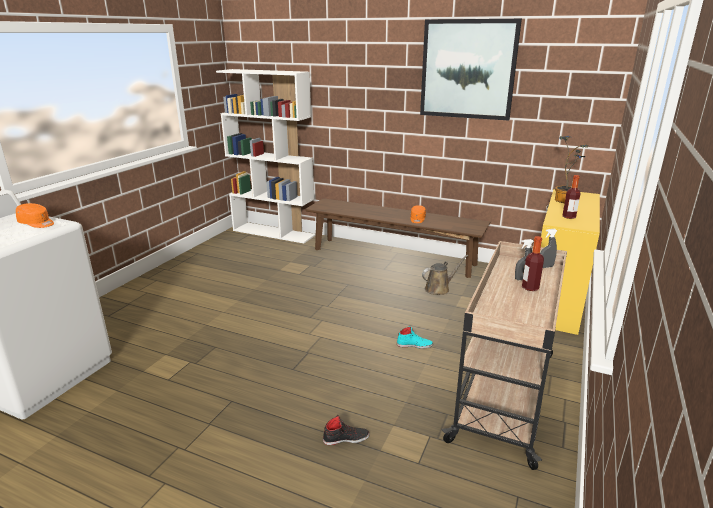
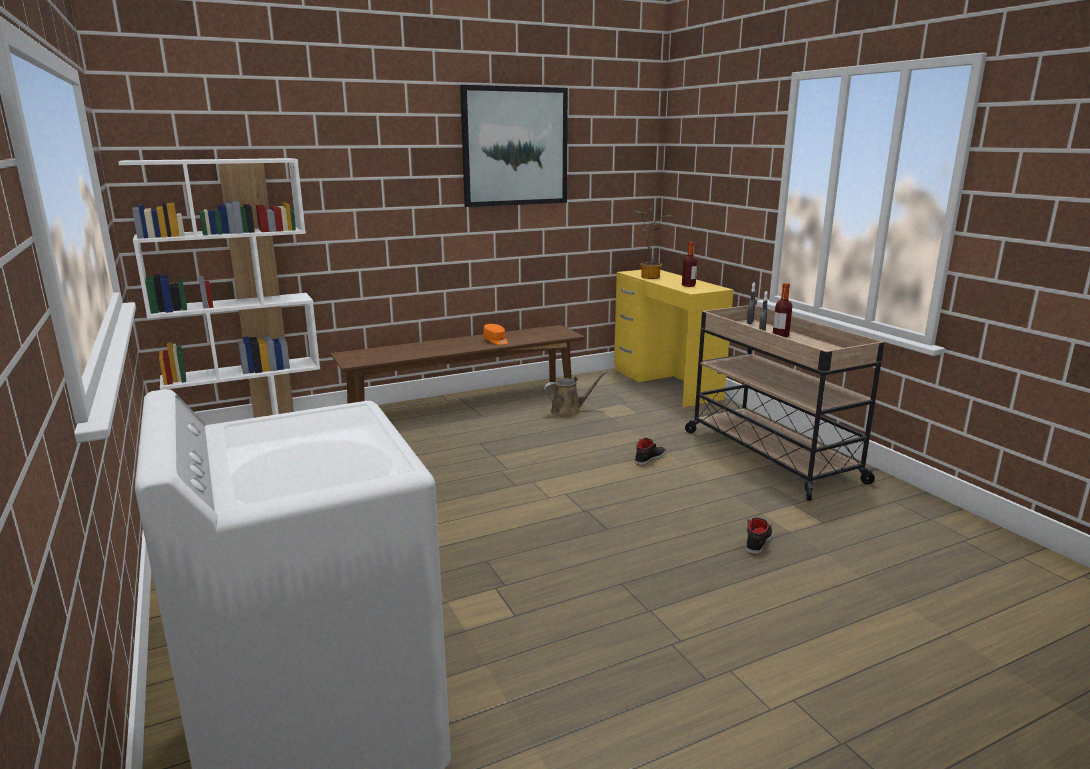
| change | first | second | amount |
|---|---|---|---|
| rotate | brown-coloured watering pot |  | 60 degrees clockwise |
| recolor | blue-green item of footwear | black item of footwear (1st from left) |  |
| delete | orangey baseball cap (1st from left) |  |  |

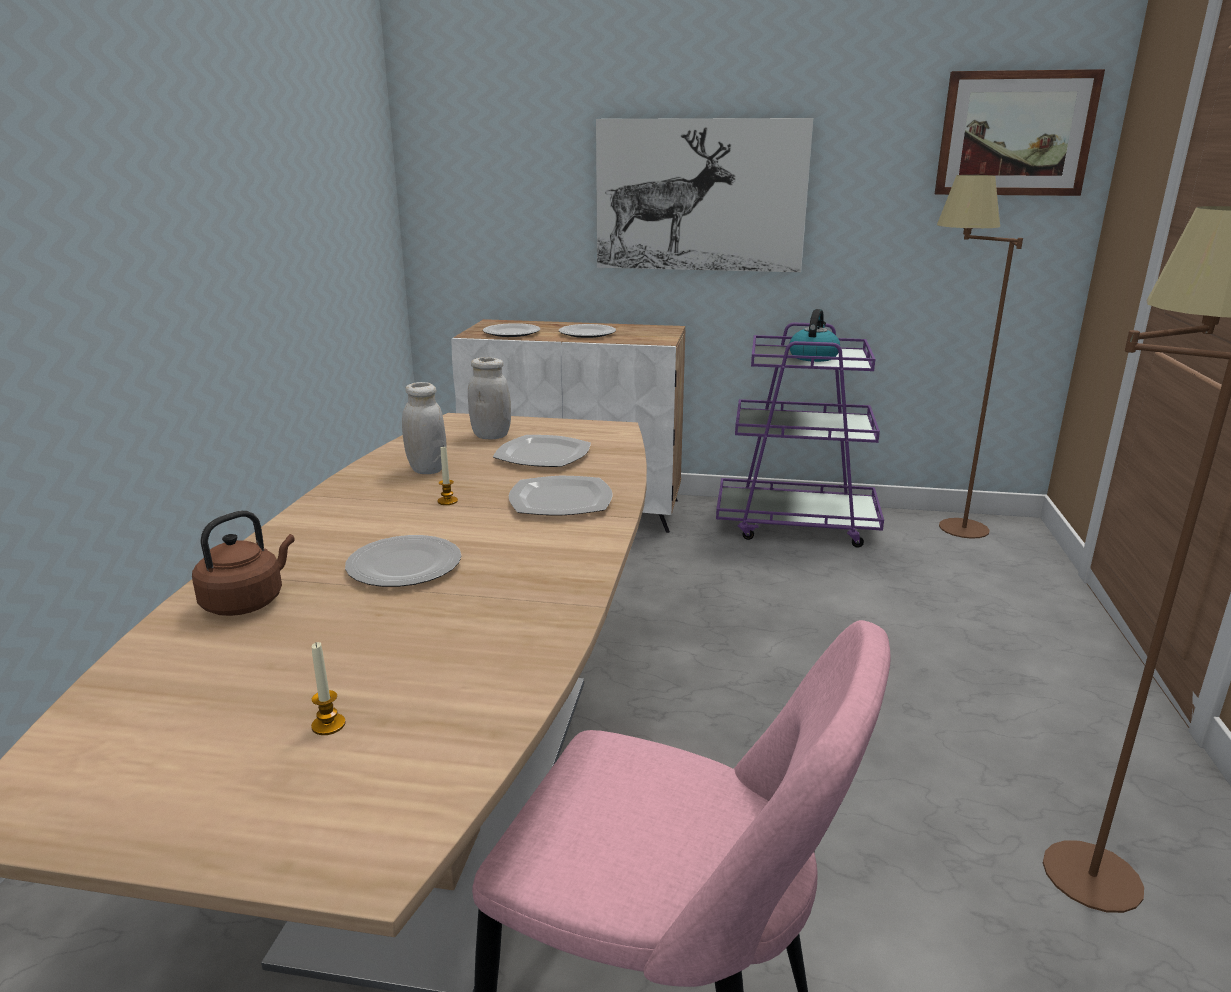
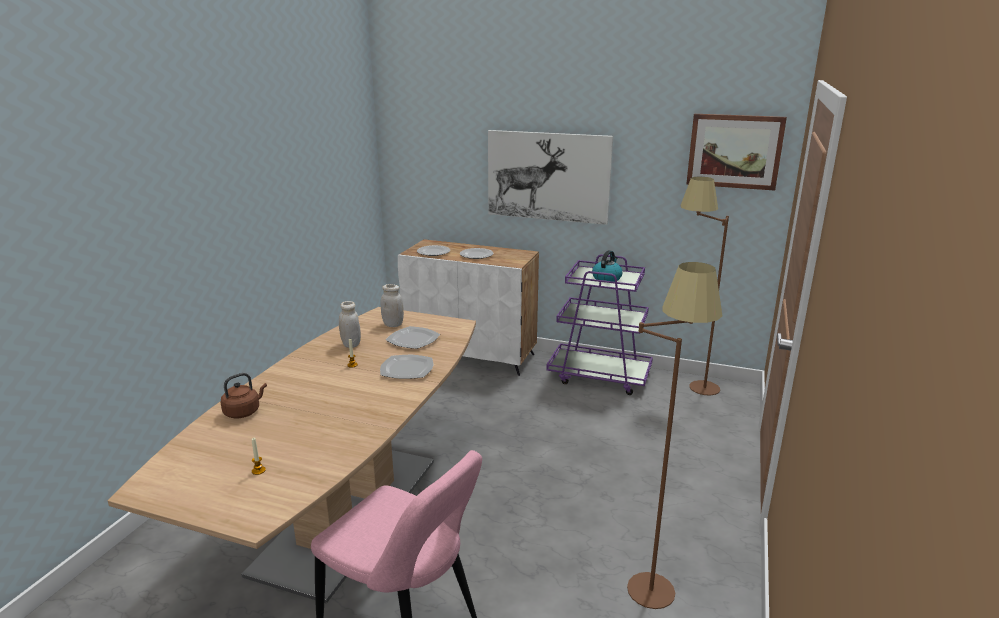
| change | first | second | amount |
|---|---|---|---|
| delete | flat dish (1st from left) |  |  |

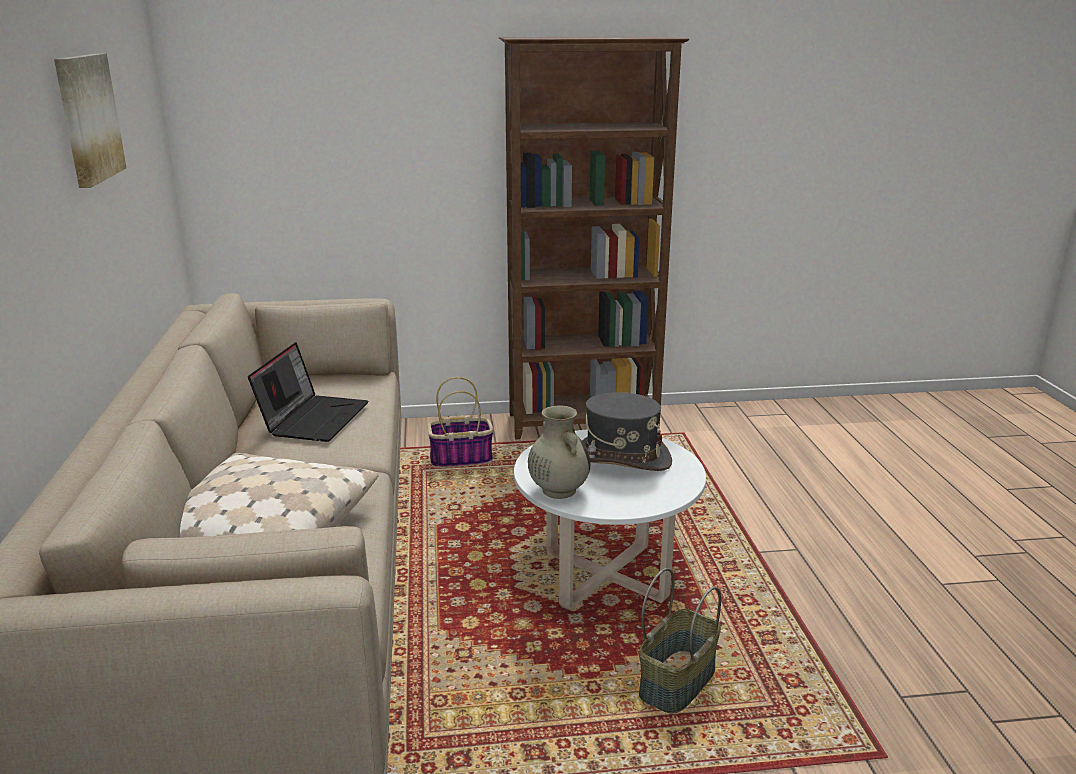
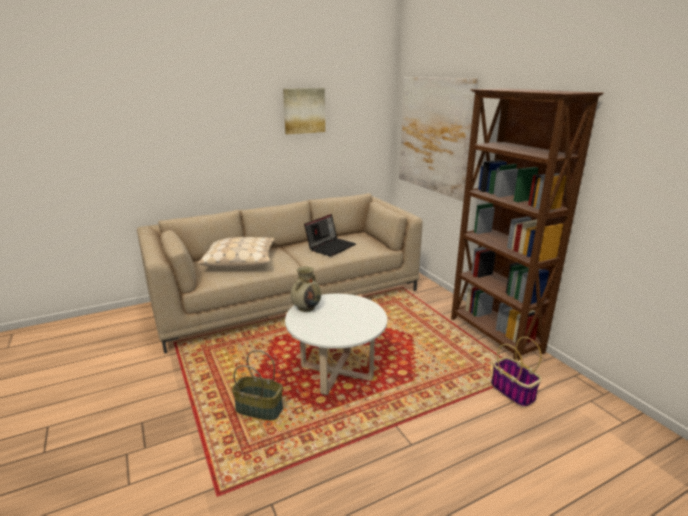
| change | first | second | amount |
|---|---|---|---|
| rotate | notebook computer |  | 45 degrees counterclockwise |
| insert |  | picture (2nd from left) |  |
| move | household basket (1st from left in the first image) | household basket (2nd from left) |  |
| delete | gray clothing hat |  |  |

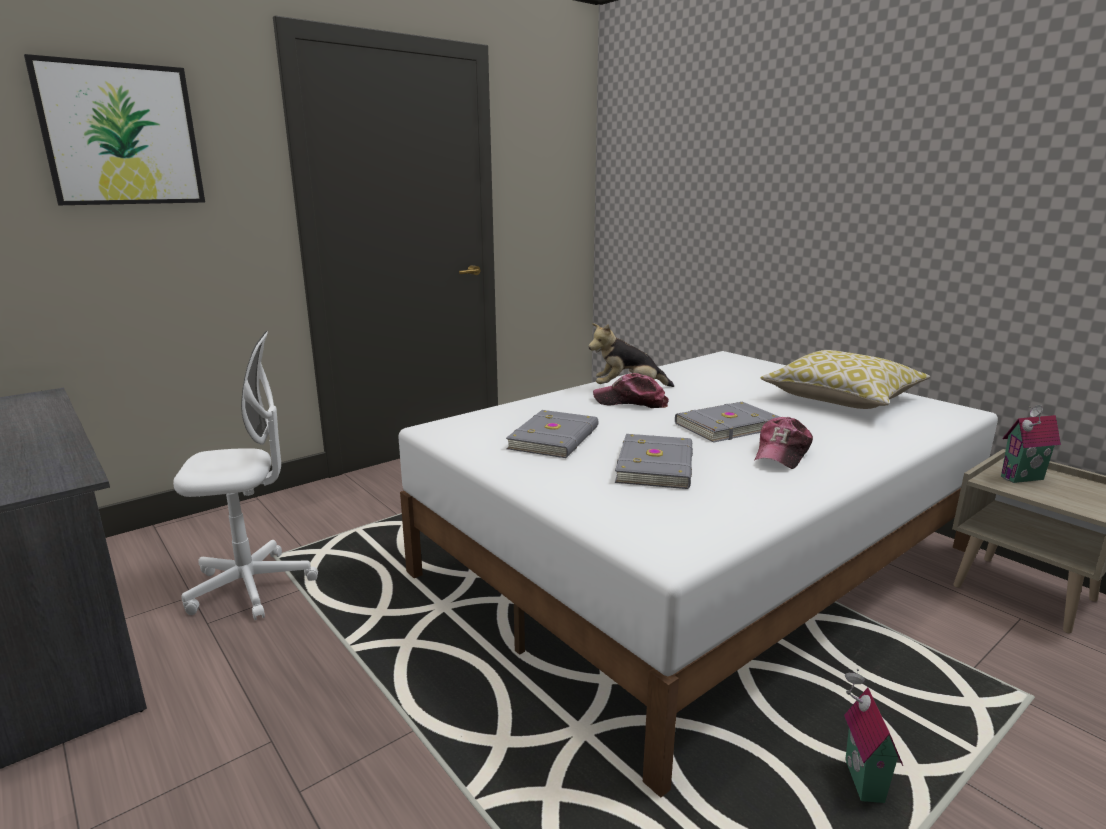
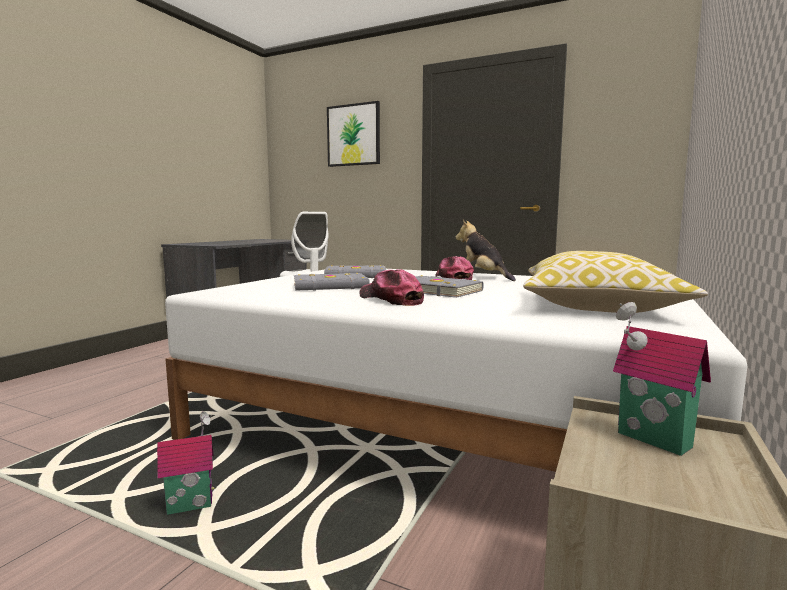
| change | first | second | amount |
|---|---|---|---|
| rotate | baseball cap (2nd from left in the first image) | baseball cap (1st from left) | 45 degrees clockwise |

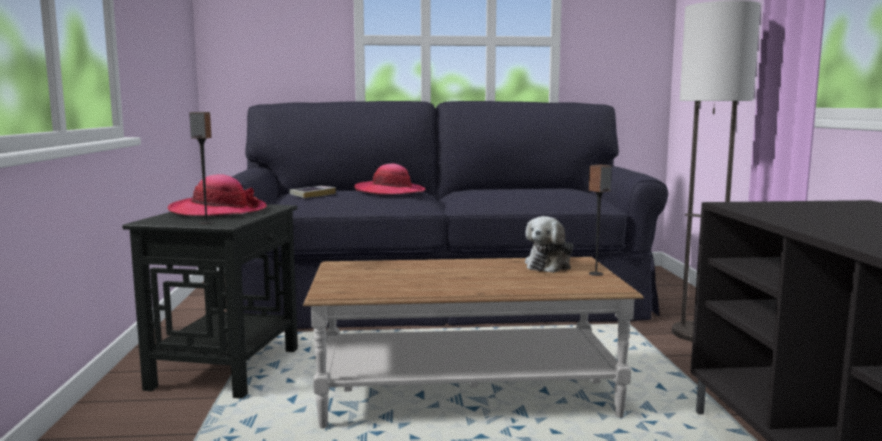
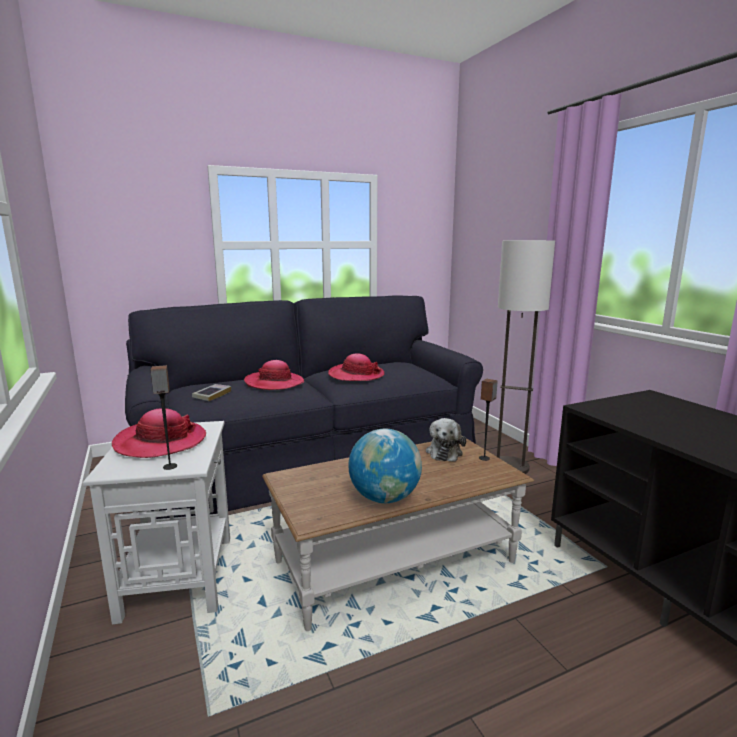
| change | first | second | amount |
|---|---|---|---|
| recolor | black accent table | whitish accent table |  |
| insert |  | clothing hat (3rd from left) |  |
| insert |  | globe |  |

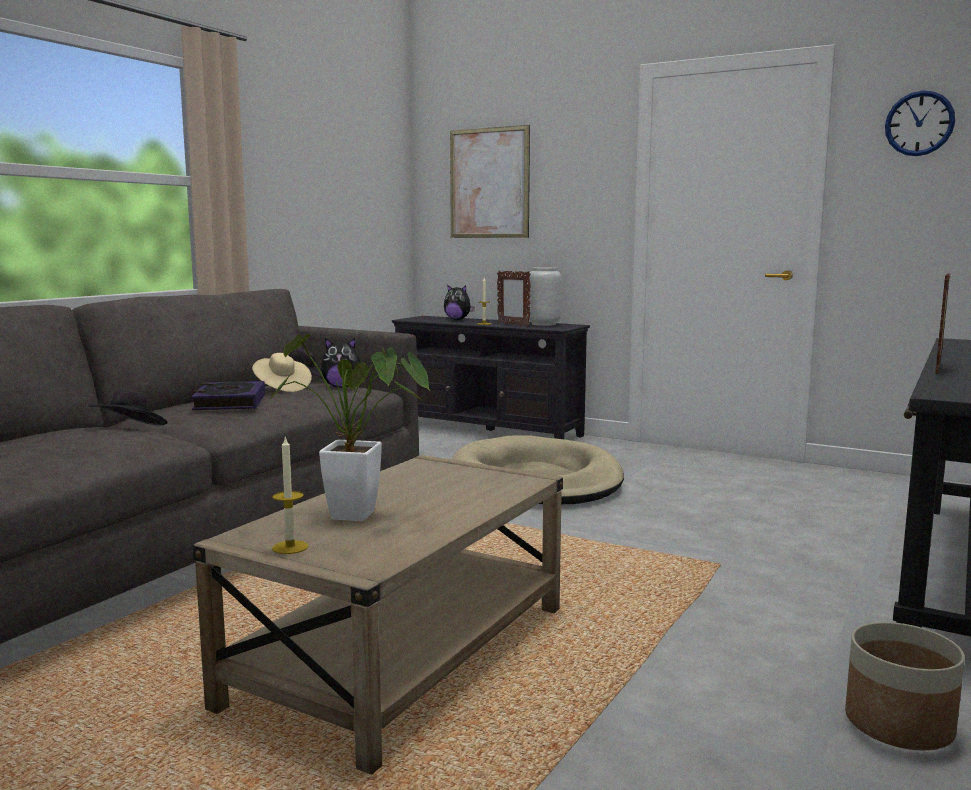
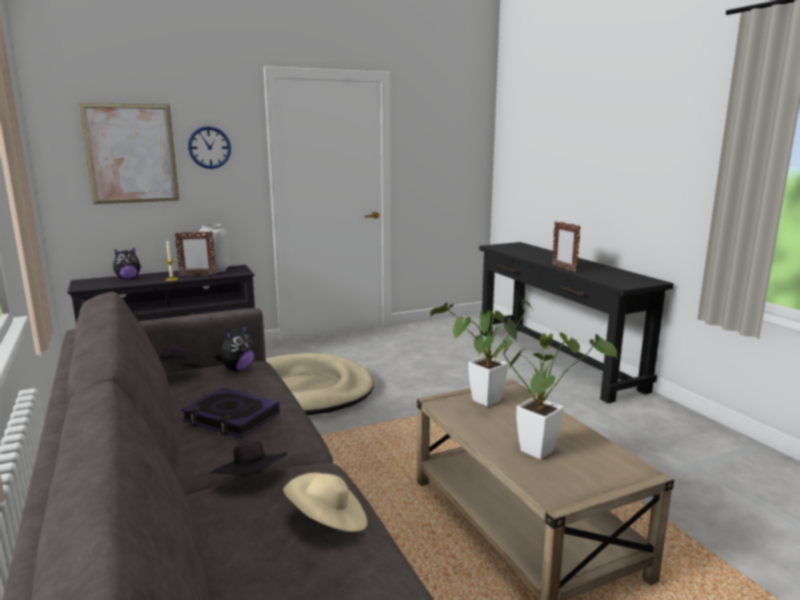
| change | first | second | amount |
|---|---|---|---|
| move | clock on the wall |  |  |
| move | beige clothing hat |  |  |
| insert |  | houseplant (1st from left) |  |
| delete | wax candle (1st from left) |  |  |
| delete | plant pot |  |  |

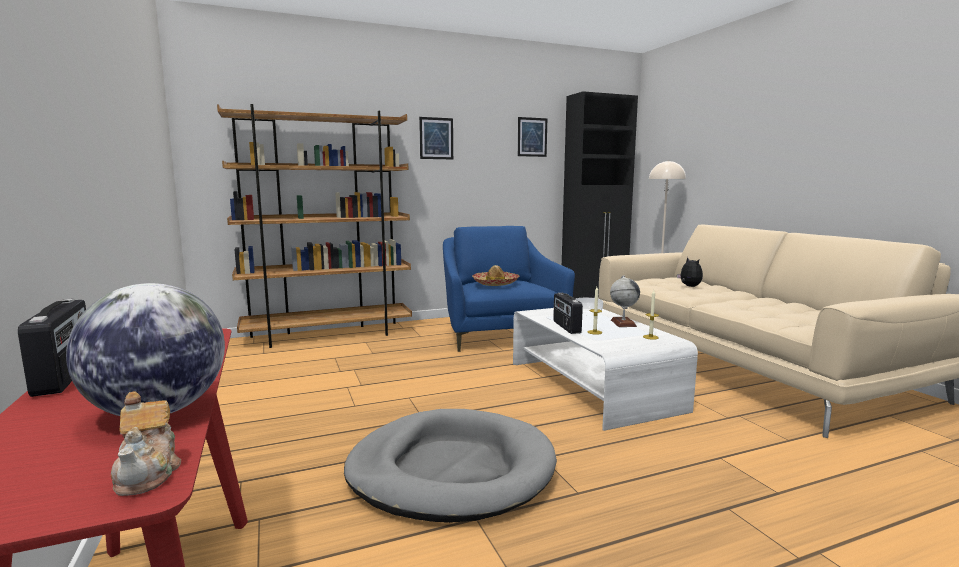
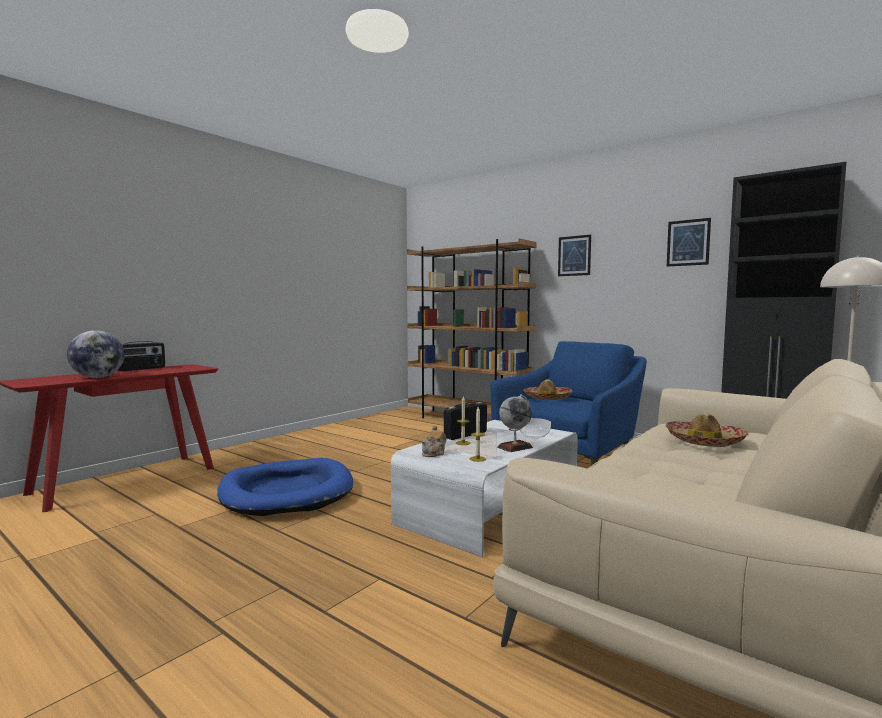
| change | first | second | amount |
|---|---|---|---|
| recolor | gray dog cushion | blue dog cushion |  |
| move | pot for tea |  |  |
| replace | cuddly toy | clothing hat (2nd from left) |  |

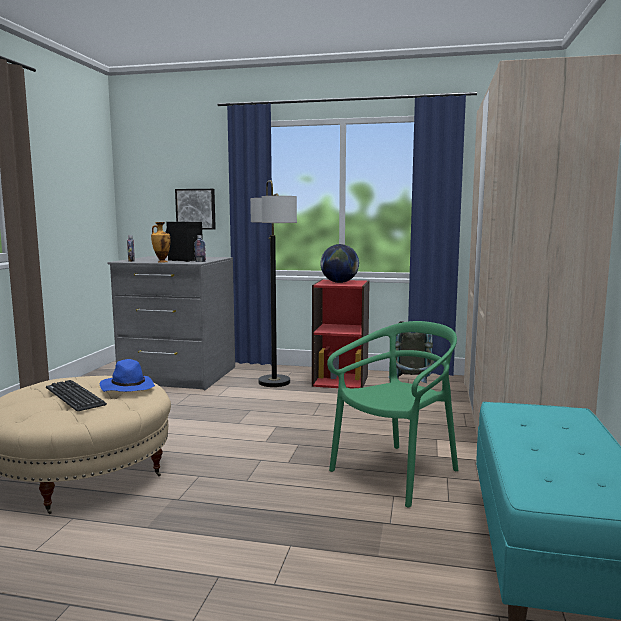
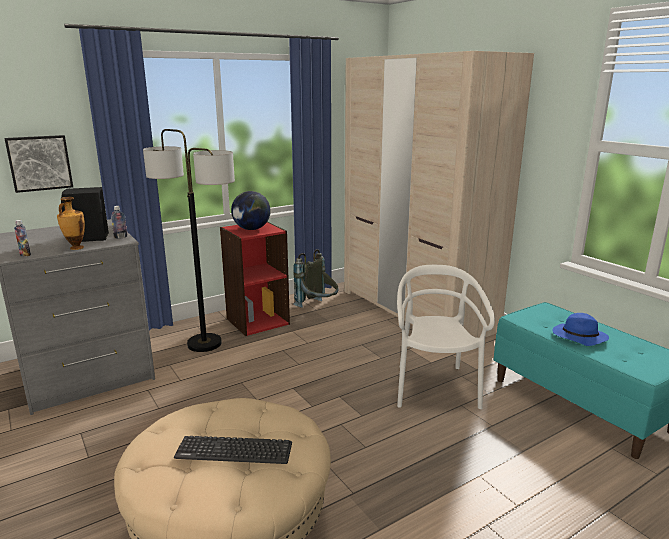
| change | first | second | amount |
|---|---|---|---|
| recolor | greenish upright chair | whitish upright chair |  |
| move | blue clothing hat |  |  |

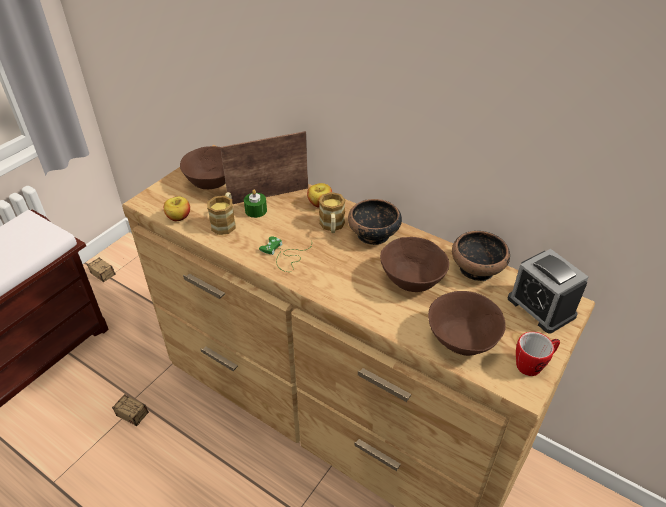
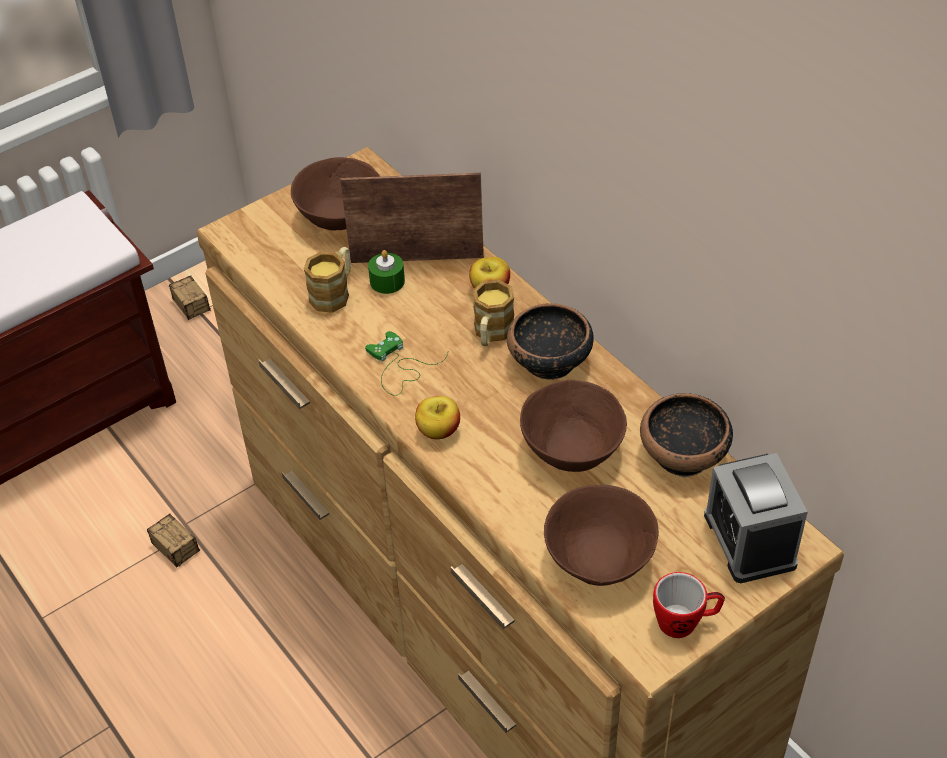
| change | first | second | amount |
|---|---|---|---|
| move | whole apple (1st from left) |  |  |

